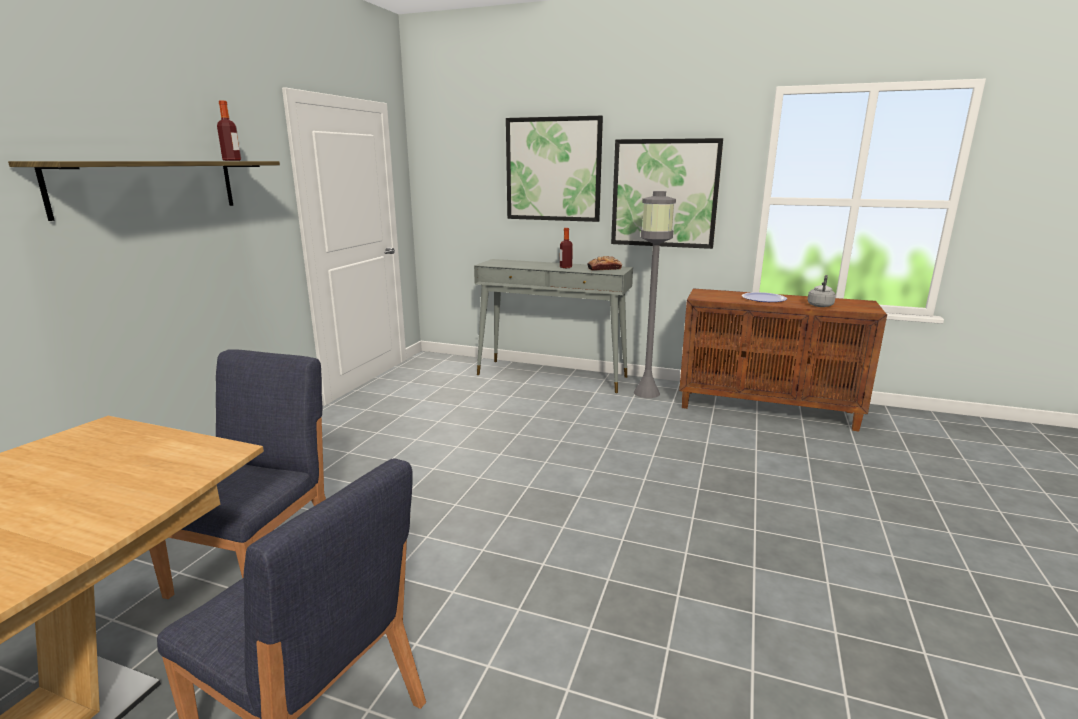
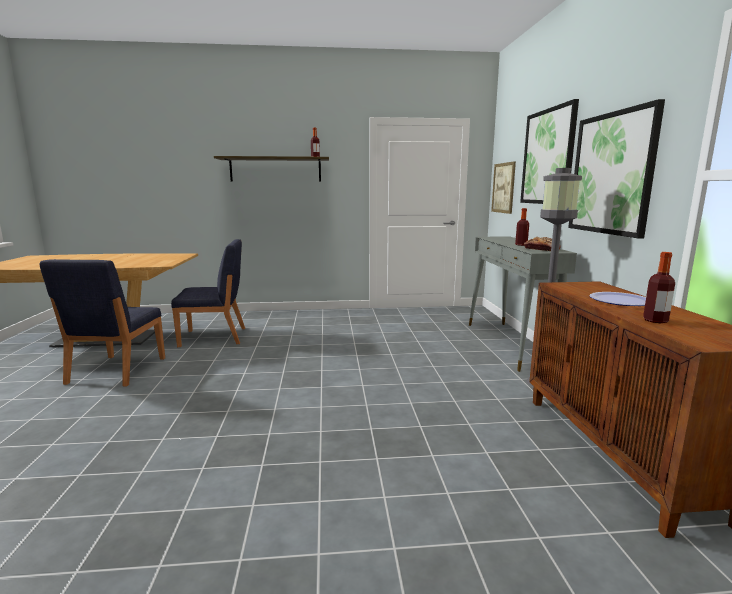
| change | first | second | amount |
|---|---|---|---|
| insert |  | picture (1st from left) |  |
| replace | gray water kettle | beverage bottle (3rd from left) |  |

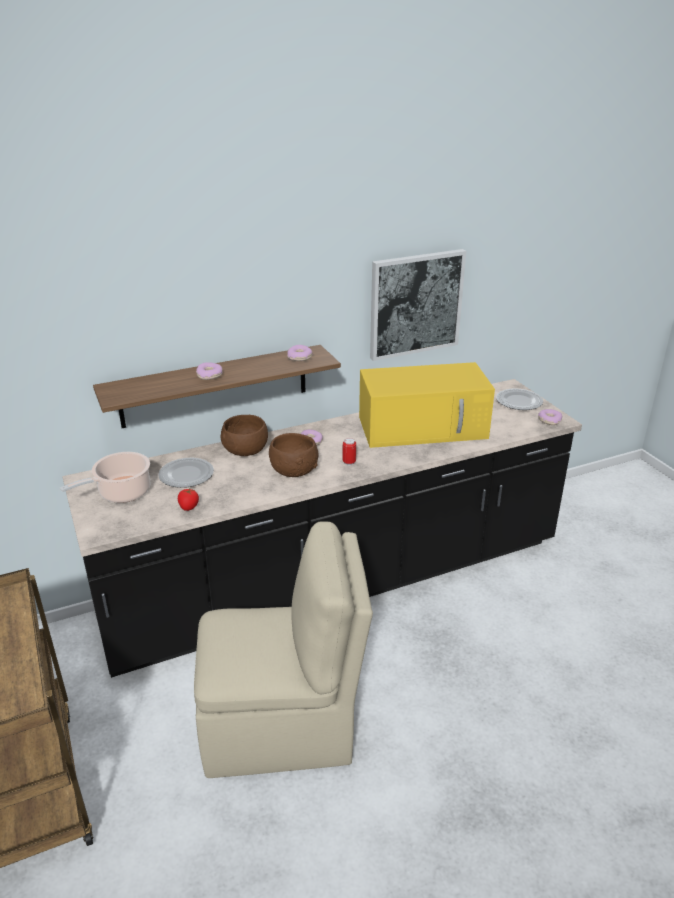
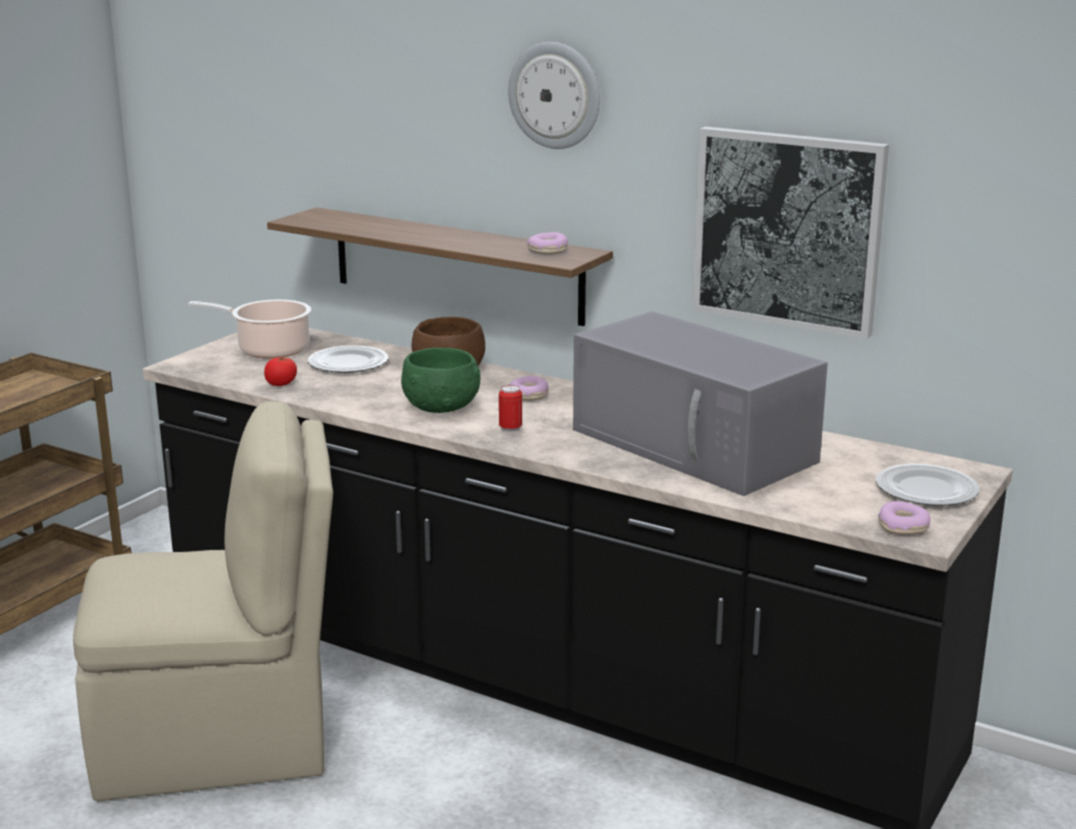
| change | first | second | amount |
|---|---|---|---|
| rotate | beige upright chair |  | 60 degrees counterclockwise |
| recolor | brown-coloured deep dish (2nd from left) | greenish deep dish |  |
| insert |  | clock on the wall |  |
| recolor | yellowish microwave oven | gray microwave oven |  |
| delete | donut (1st from left) |  |  |

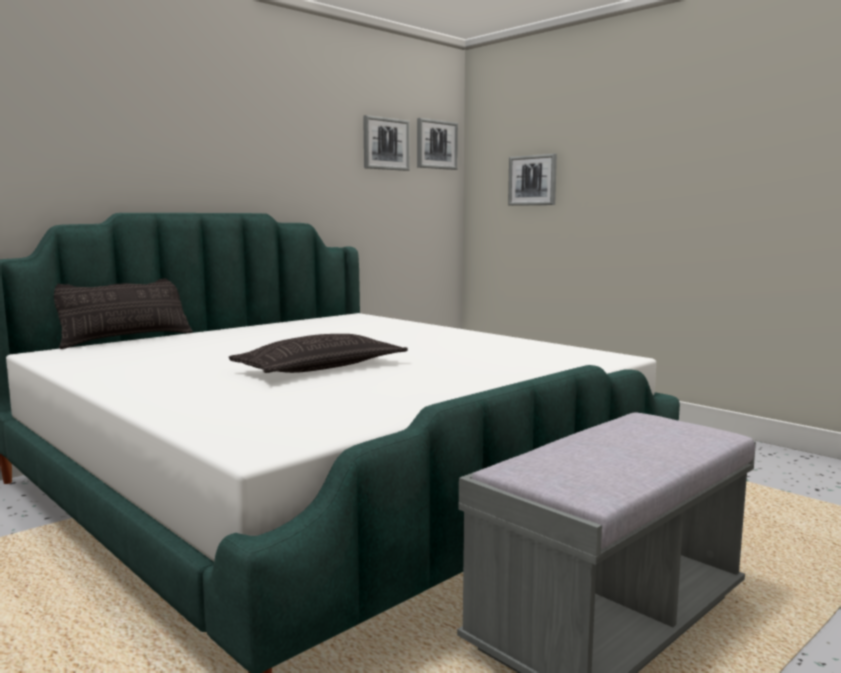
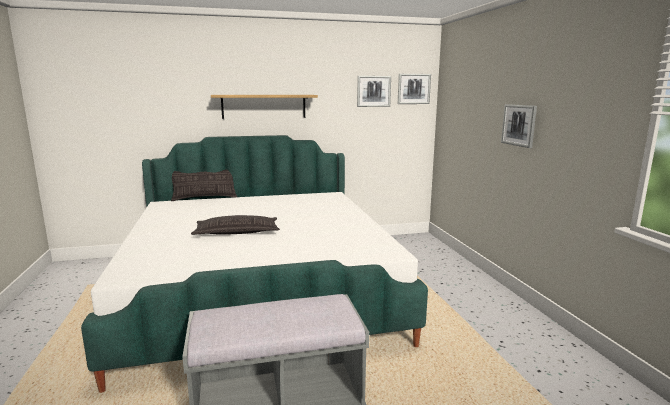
| change | first | second | amount |
|---|---|---|---|
| insert |  | bracket shelf |  |
| move | picture (3rd from left) |  |  |

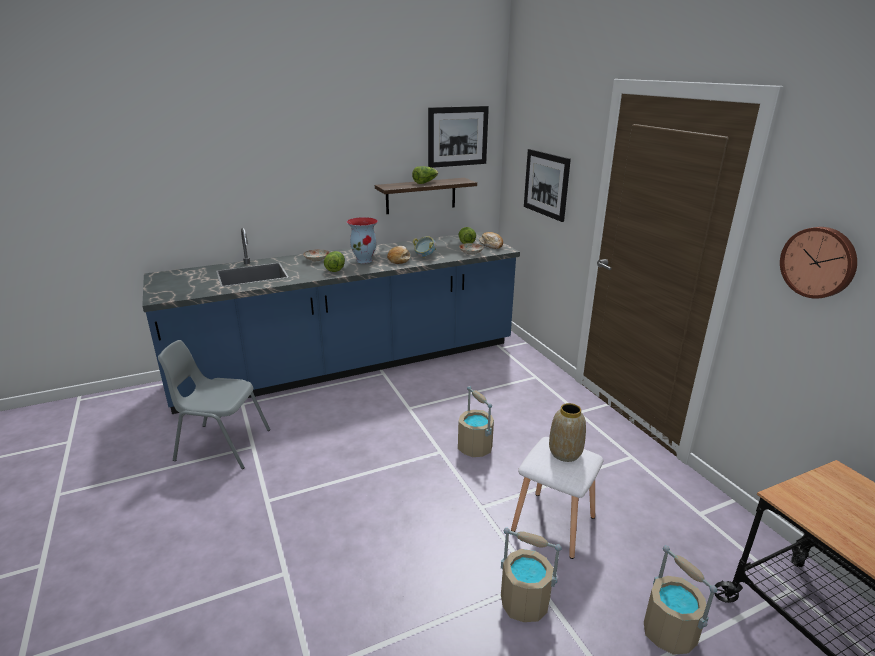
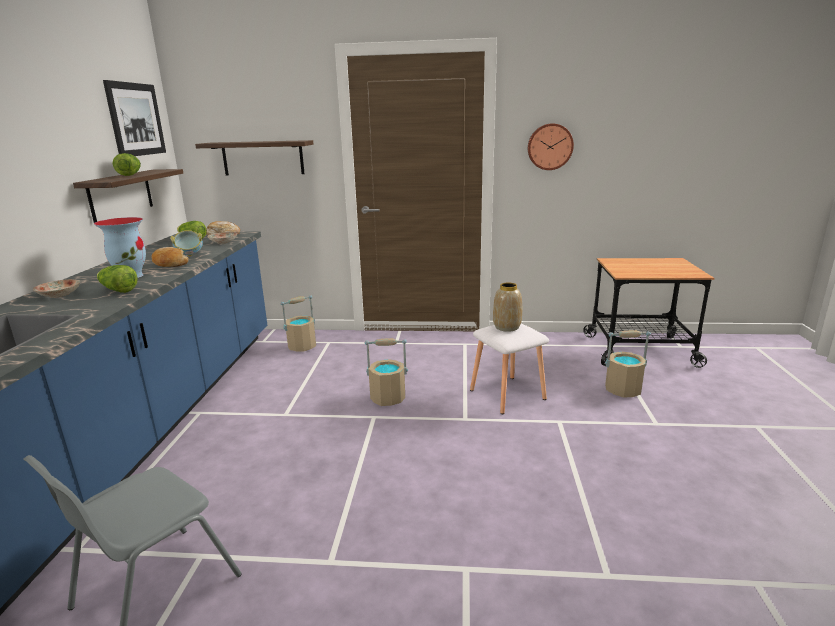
| change | first | second | amount |
|---|---|---|---|
| replace | picture (2nd from left) | bracket shelf (2nd from left) |  |
| move | beige pail (2nd from left in the first image) | beige pail (1st from left) |  |

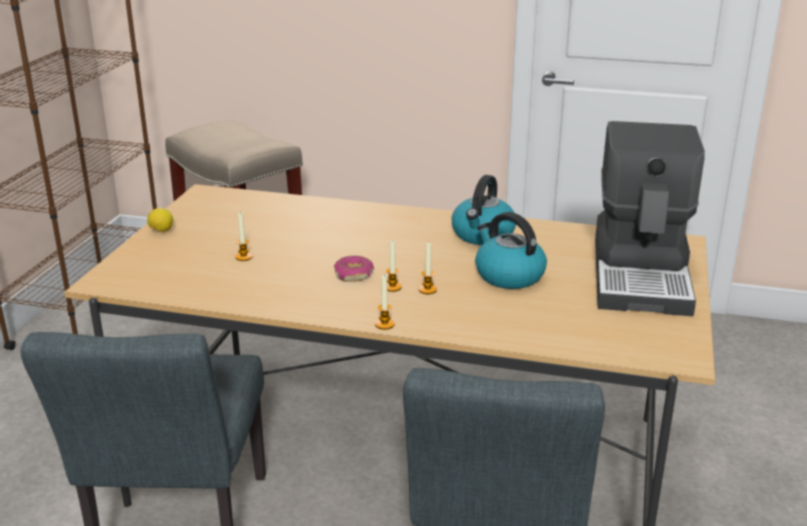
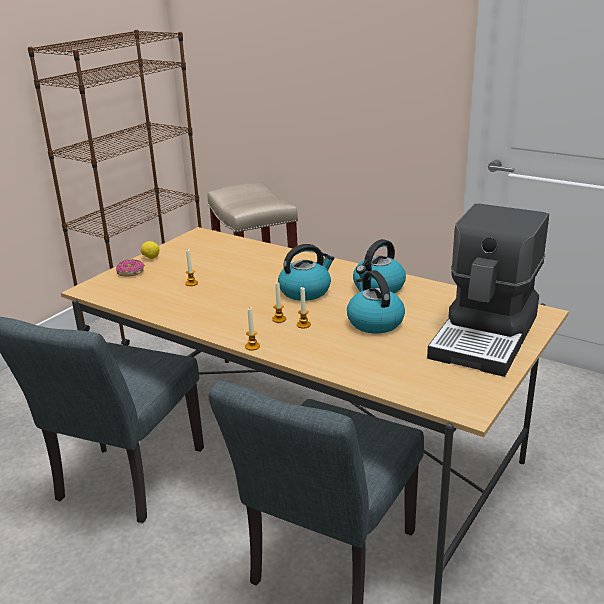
| change | first | second | amount |
|---|---|---|---|
| move | donut |  |  |
| insert |  | water kettle (1st from left) |  |

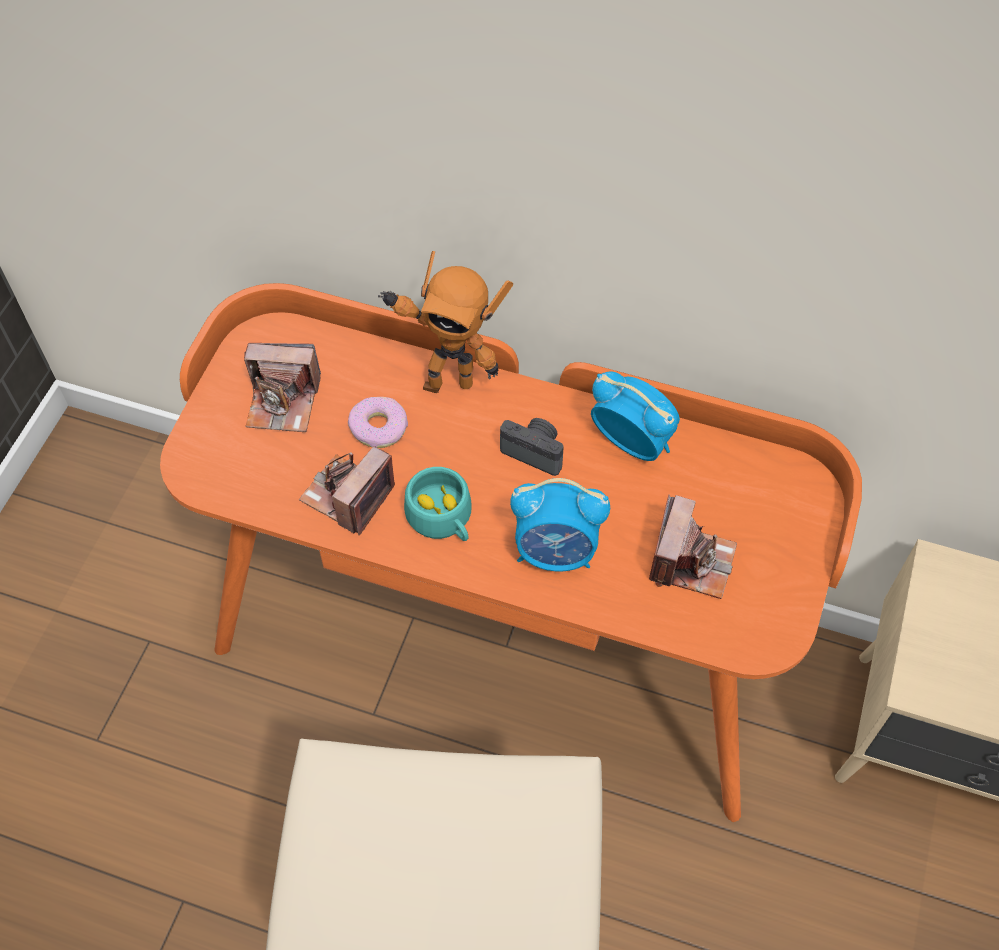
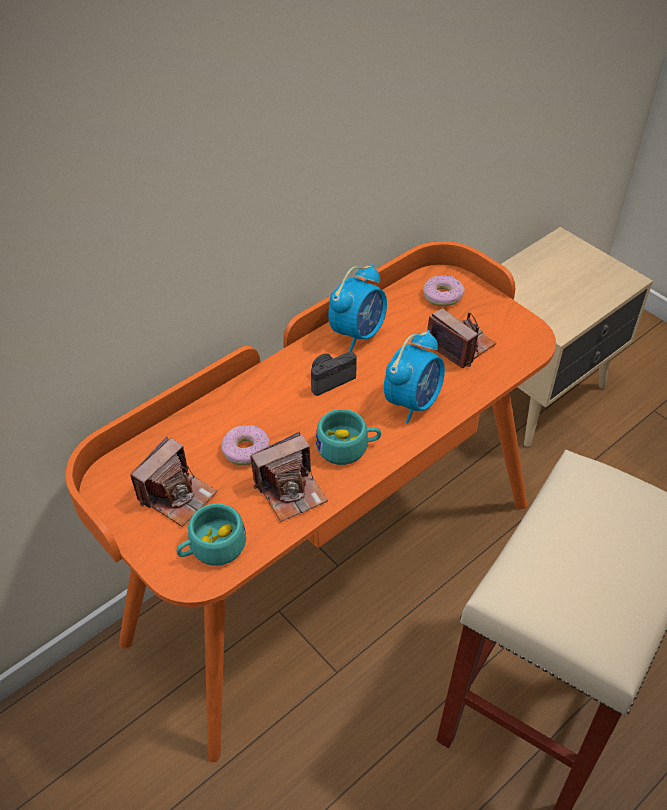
| change | first | second | amount |
|---|---|---|---|
| insert |  | blue-green cup (1st from left) |  |
| rotate | photo camera (2nd from left) |  | 90 degrees counterclockwise |
| rotate | table clock (2nd from left in the first image) | table clock (1st from left) | 150 degrees clockwise |
| insert |  | donut (2nd from left) |  |
| delete | model robot |  |  |

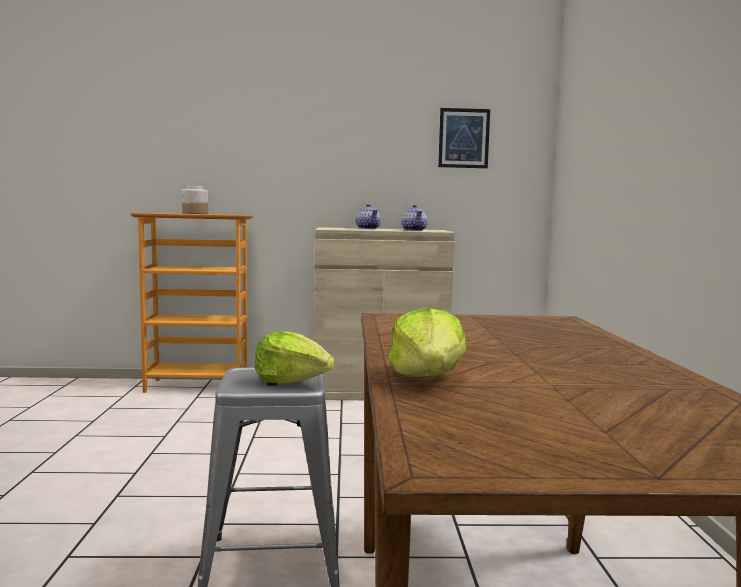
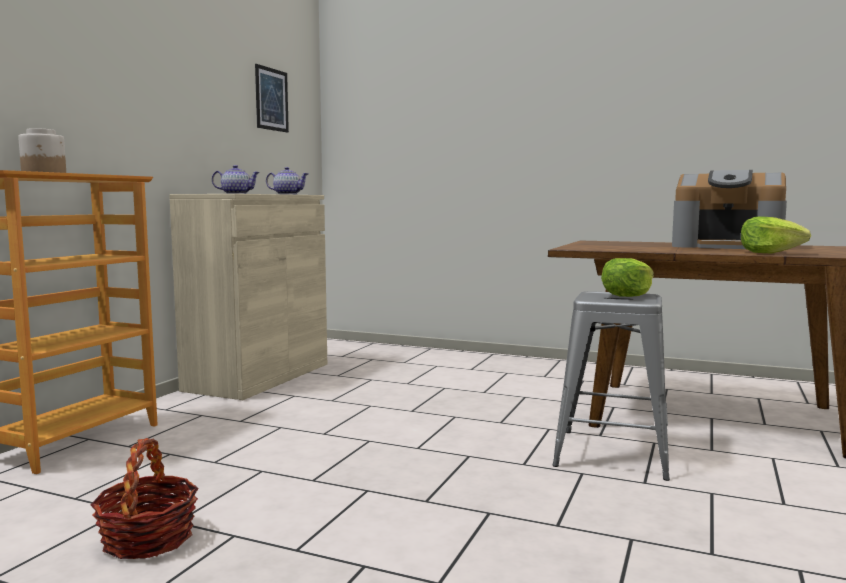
| change | first | second | amount |
|---|---|---|---|
| insert |  | household basket |  |
| insert |  | coffee brewer |  |

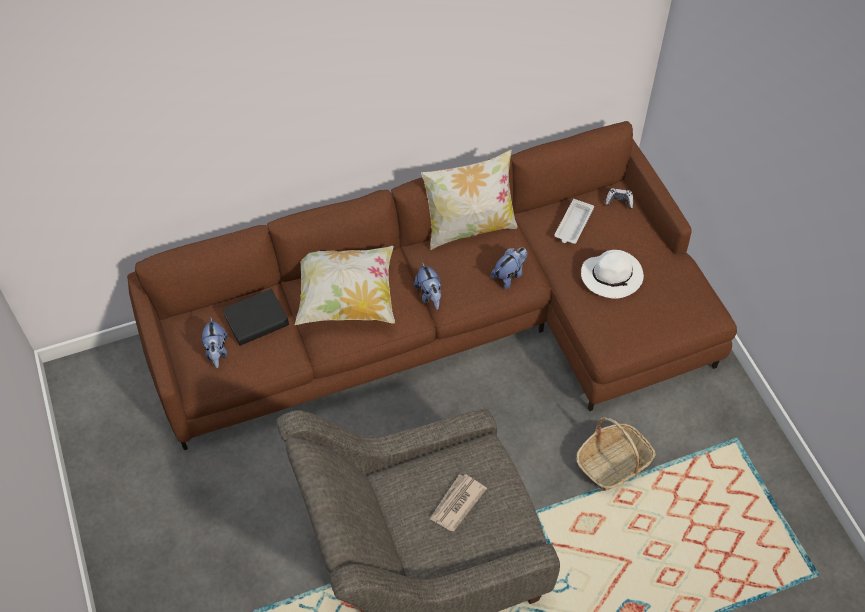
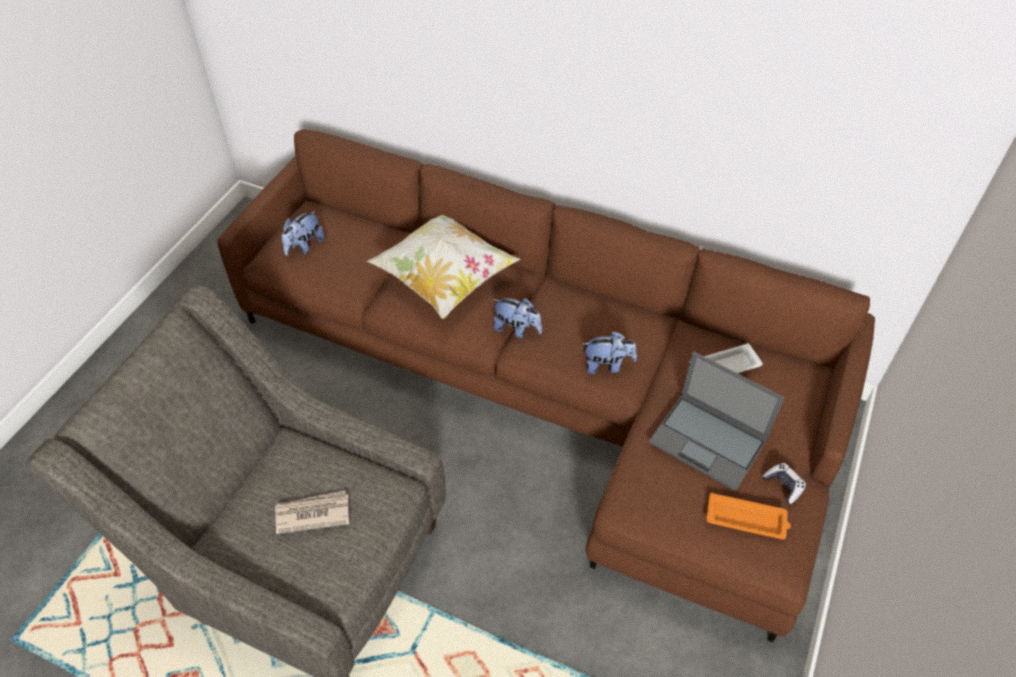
| change | first | second | amount |
|---|---|---|---|
| rotate | cuddly toy (2nd from left) |  | 90 degrees counterclockwise |
| replace | whitish clothing hat | notebook computer |  |
| insert |  | orangey tray |  |
| move | joypad |  |  |
| delete | black volume |  |  |
| delete | throw pillow (2nd from left) |  |  |
| delete | household basket |  |  |

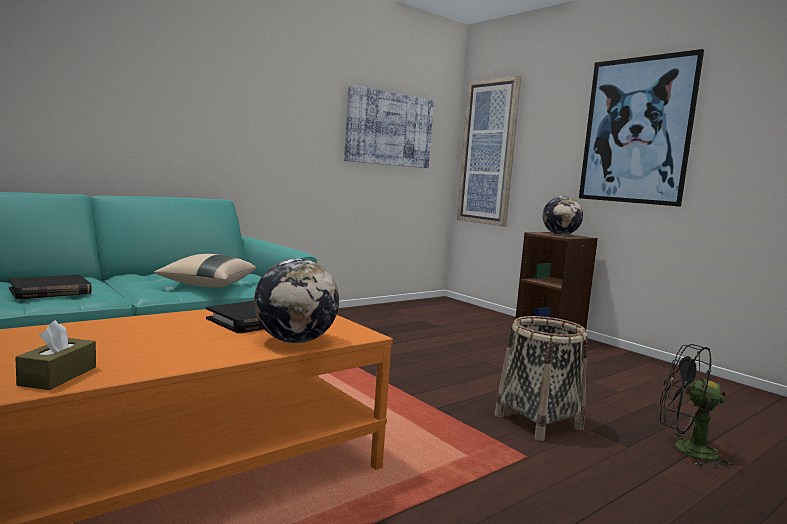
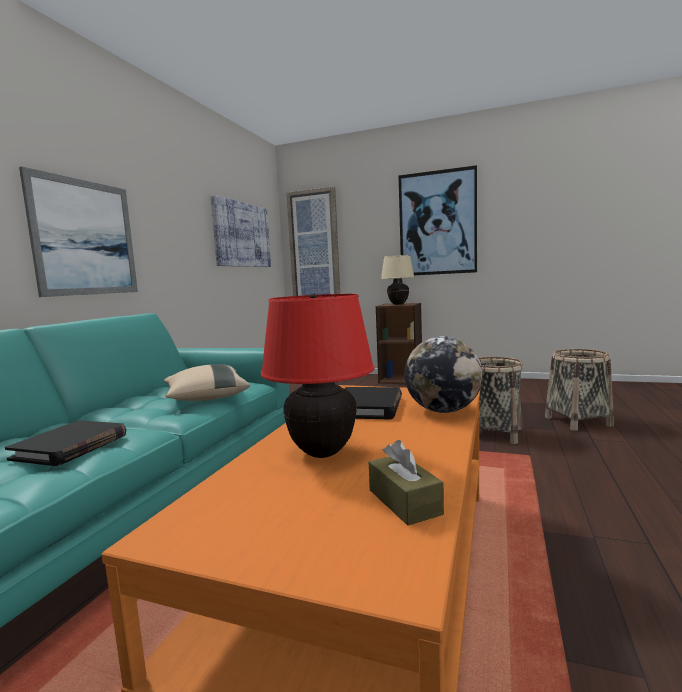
| change | first | second | amount |
|---|---|---|---|
| insert |  | picture (1st from left) |  |
| insert |  | red-coloured lamp for a table |  |
| replace | globe (2nd from left) | beige lamp for a table |  |
| replace | black electric fan | household basket (2nd from left) |  |

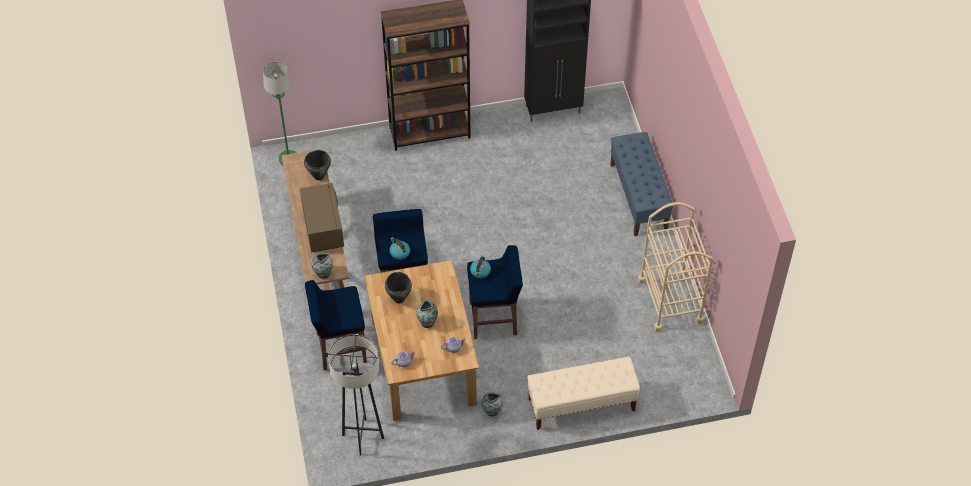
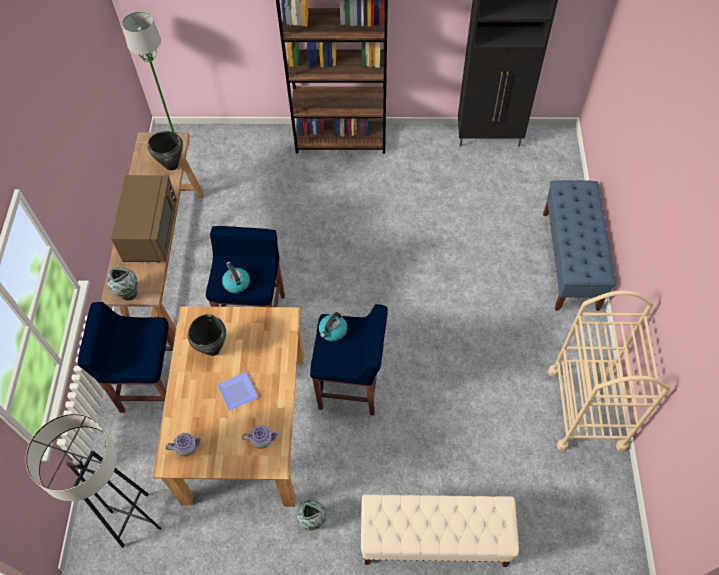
| change | first | second | amount |
|---|---|---|---|
| replace | decorative vase (2nd from left) | flat dish |  |

